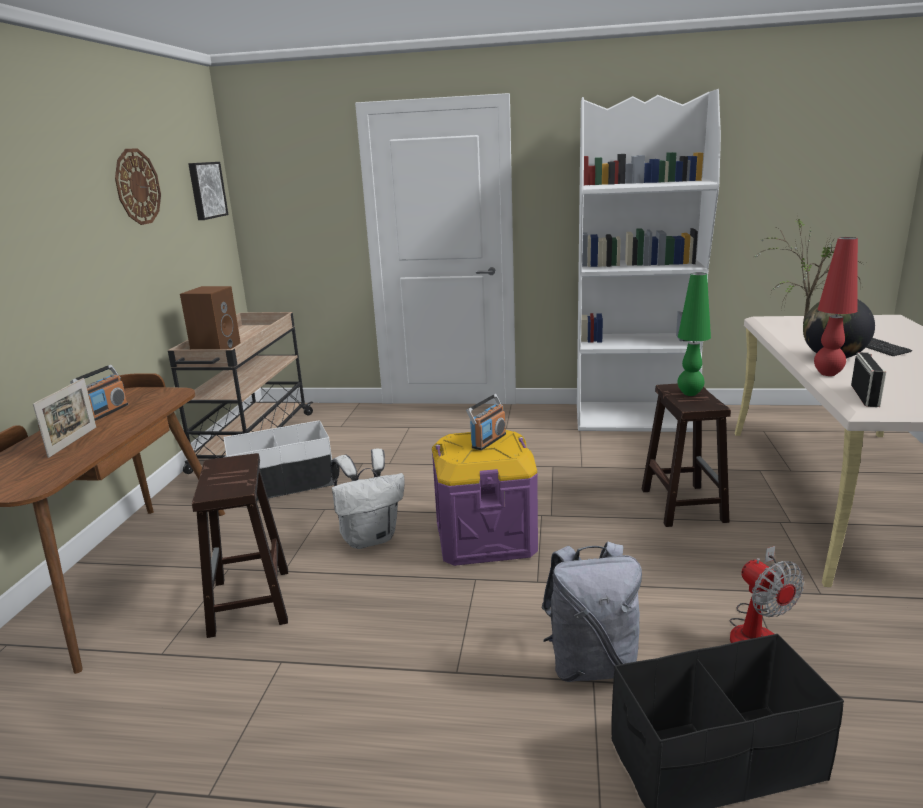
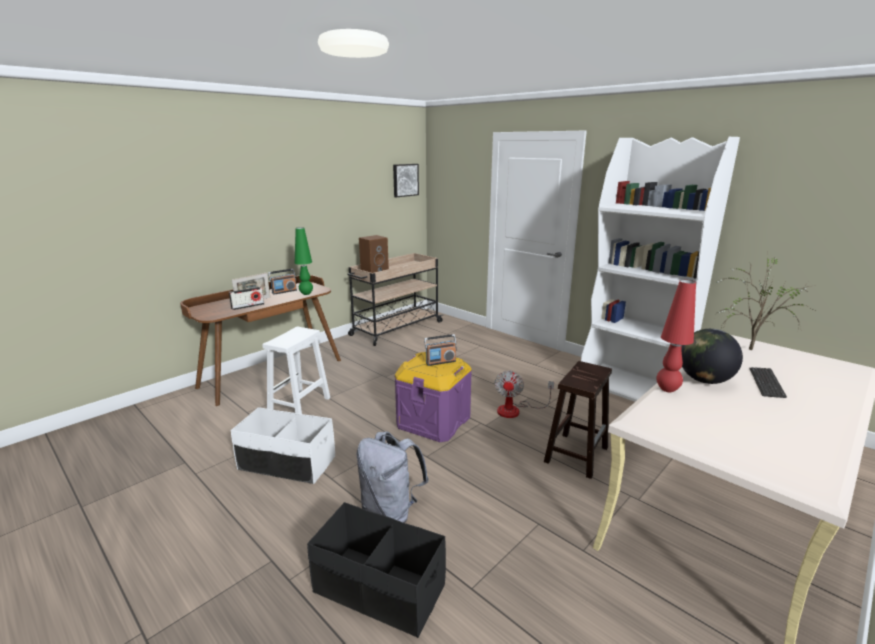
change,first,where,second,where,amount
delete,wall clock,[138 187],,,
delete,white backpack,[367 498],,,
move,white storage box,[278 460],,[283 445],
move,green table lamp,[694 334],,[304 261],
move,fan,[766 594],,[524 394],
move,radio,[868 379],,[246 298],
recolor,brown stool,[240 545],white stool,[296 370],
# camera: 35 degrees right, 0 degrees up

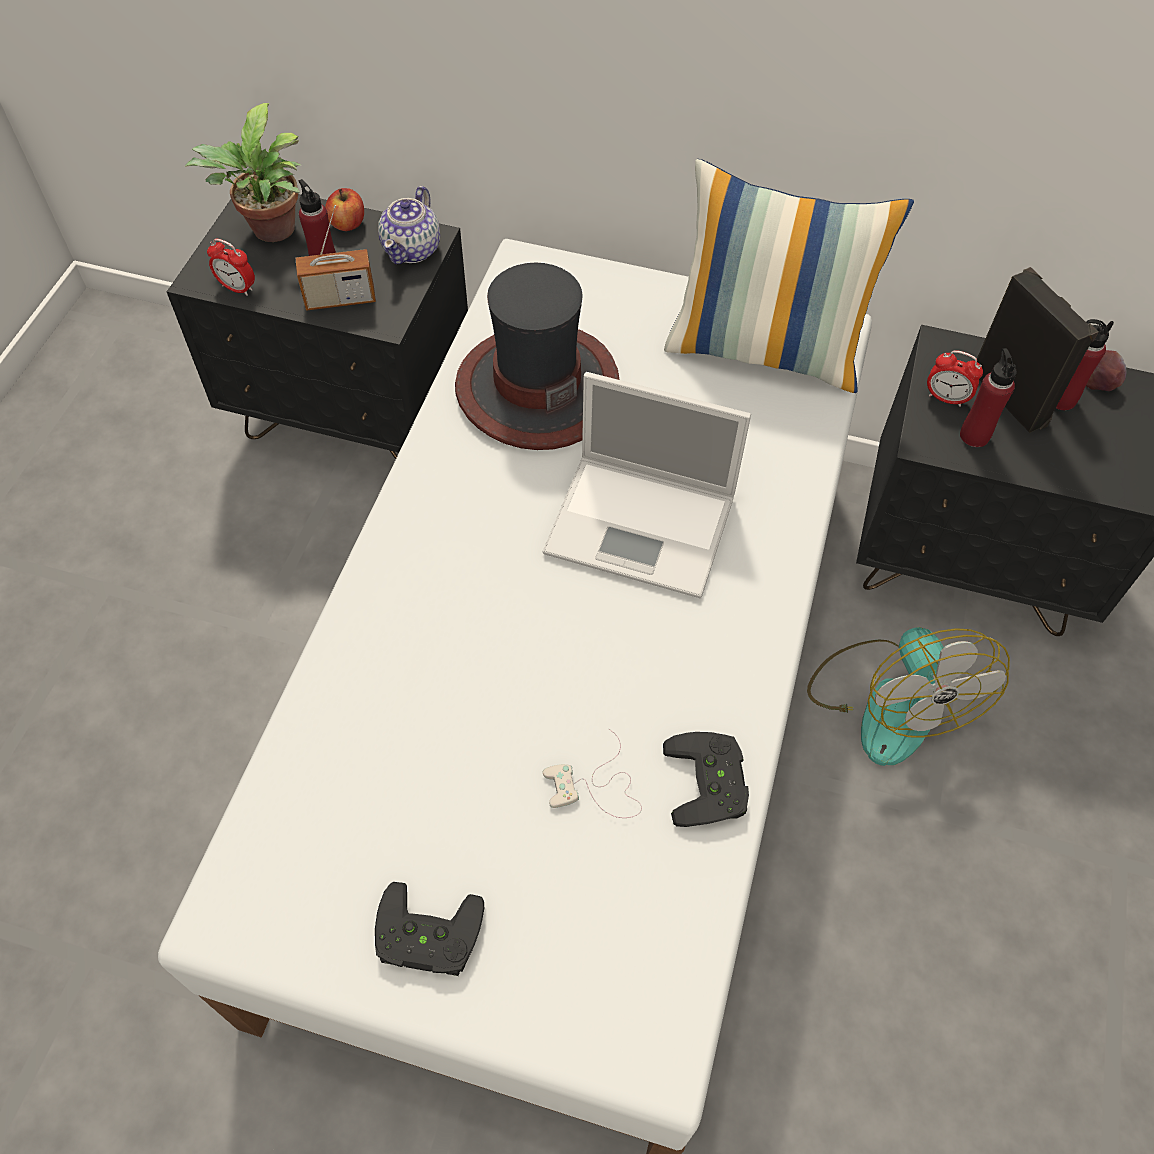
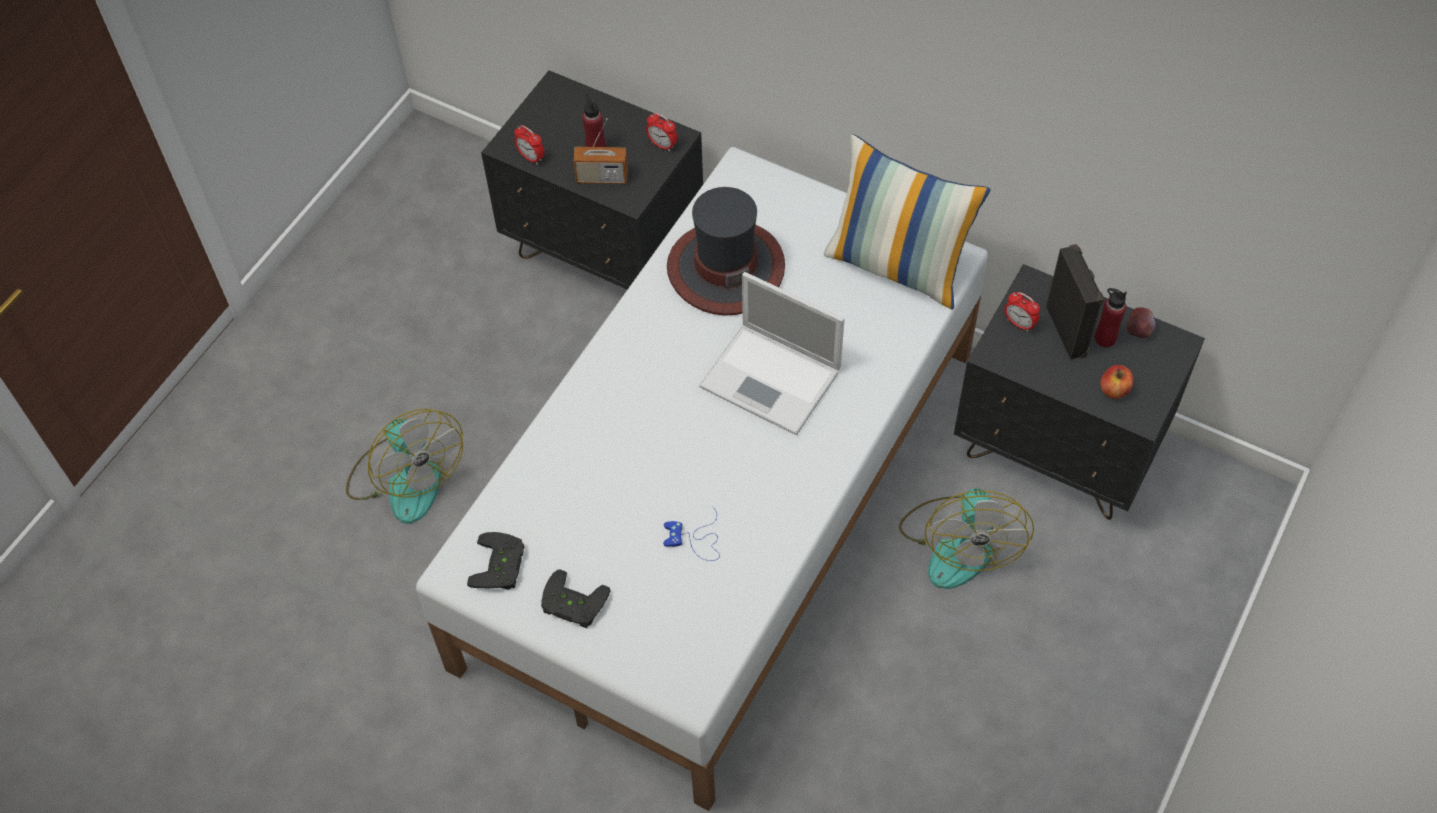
change,first,where,second,where,amount
delete,potted plant,[243 172],,,
delete,red bottle,[988 397],,,
insert,,,fan,[404 466],
move,apple,[344 209],,[1116 382],
move,black game controller,[706 779],,[495 561],
replace,teapot,[409 225],alarm clock,[662 132],
recolor,white game controller,[592 773],blue game controller,[691 533],
# camera: 15 degrees right, 0 degrees up

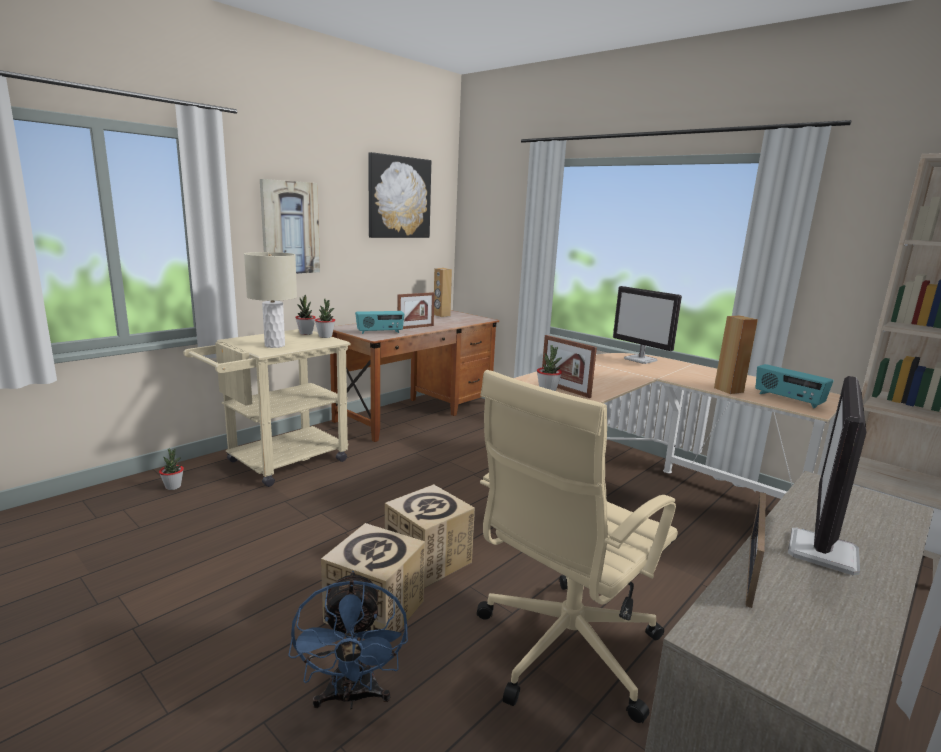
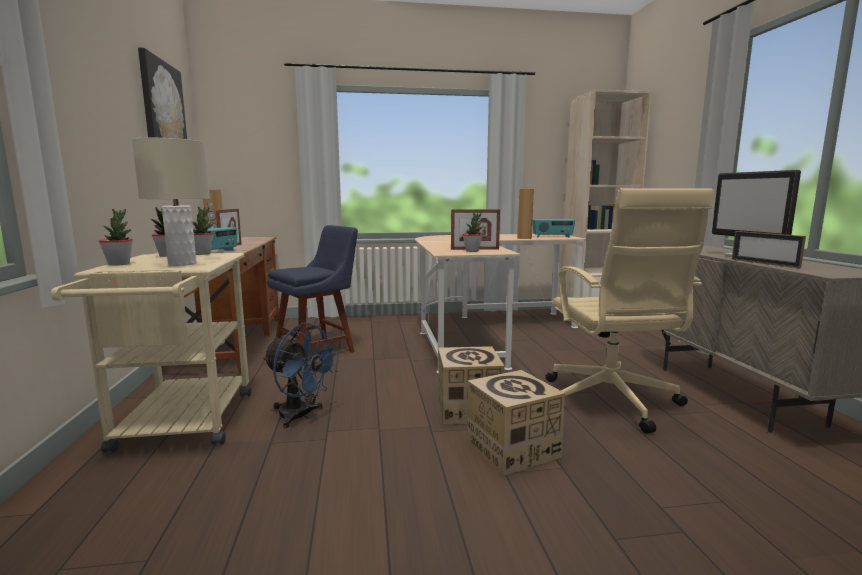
change,first,where,second,where,amount
delete,picture,[290 226],,,
delete,monitor,[647 325],,,
insert,,,blue chair,[312 295],
move,potted plant,[171 469],,[116 237],
move,blue fan,[348 640],,[301 375],
# camera: 50 degrees left, 5 degrees down

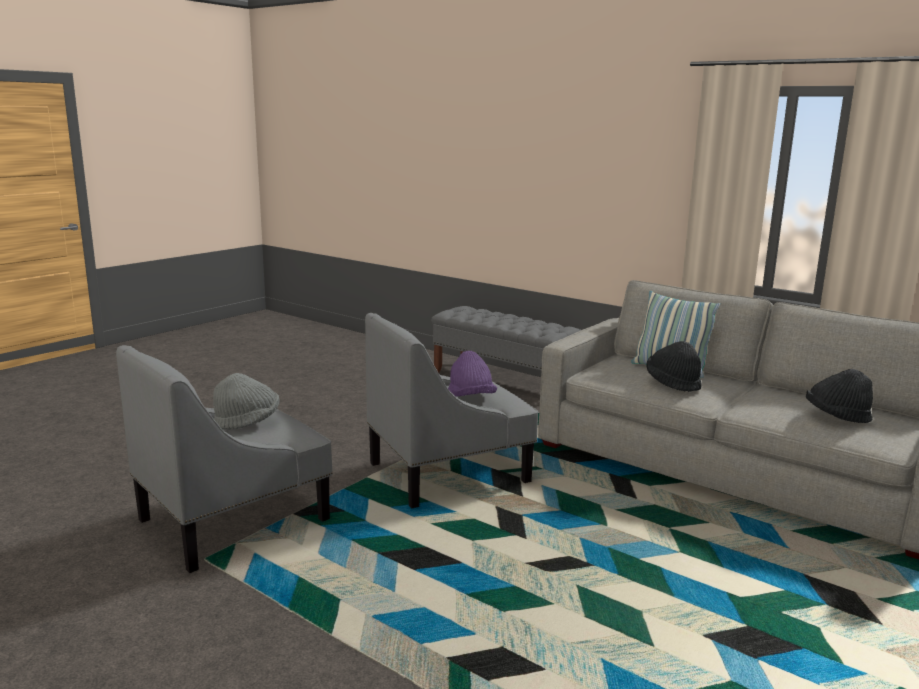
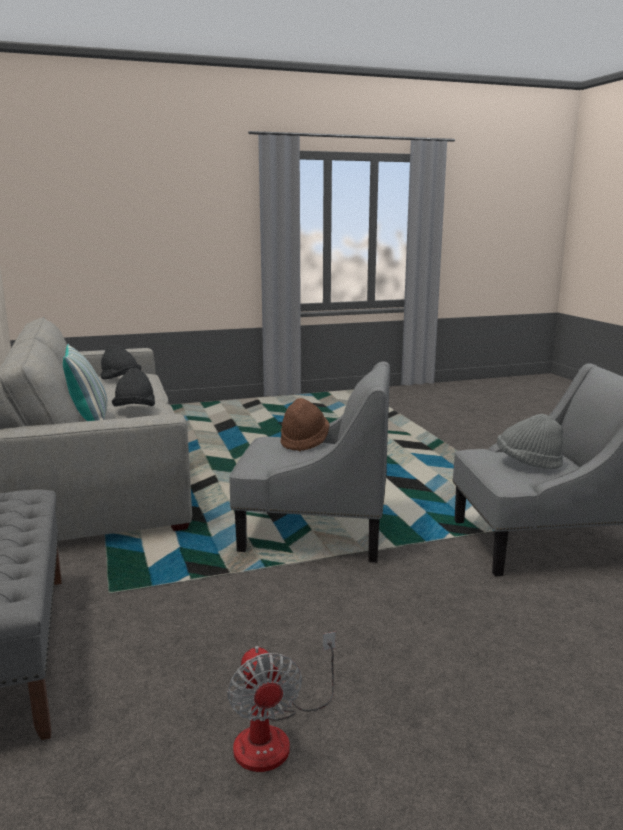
change,first,where,second,where,amount
insert,,,fan,[281 701],
recolor,purple hat,[472 374],brown hat,[305 424],
# camera: 145 degrees left, 0 degrees up

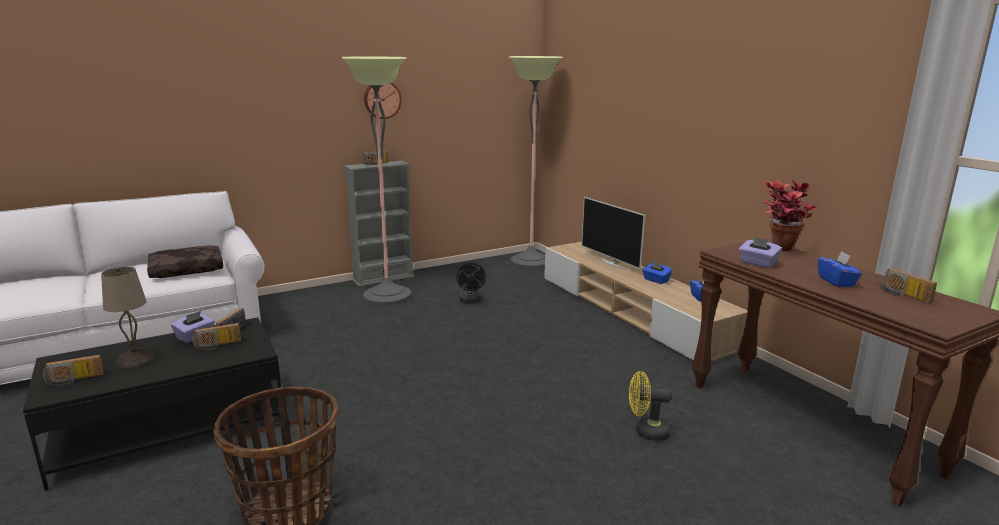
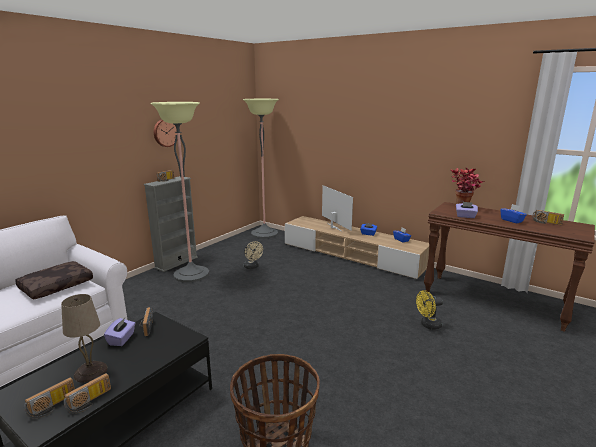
change,first,where,second,where,amount
move,radio,[216 336],,[87 393],
recolor,black fan,[471 283],beige fan,[253 255],
rotate,television,[613 233],,[337 208],150 degrees counterclockwise
# camera: 25 degrees left, 0 degrees up

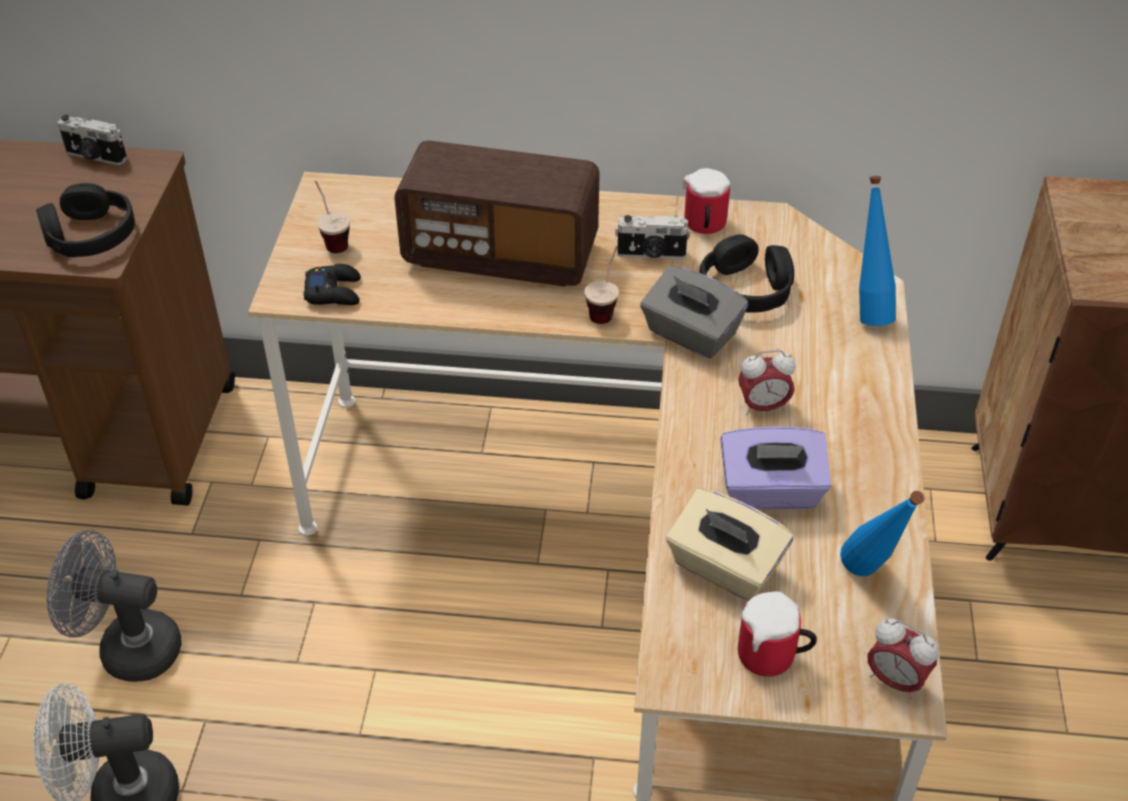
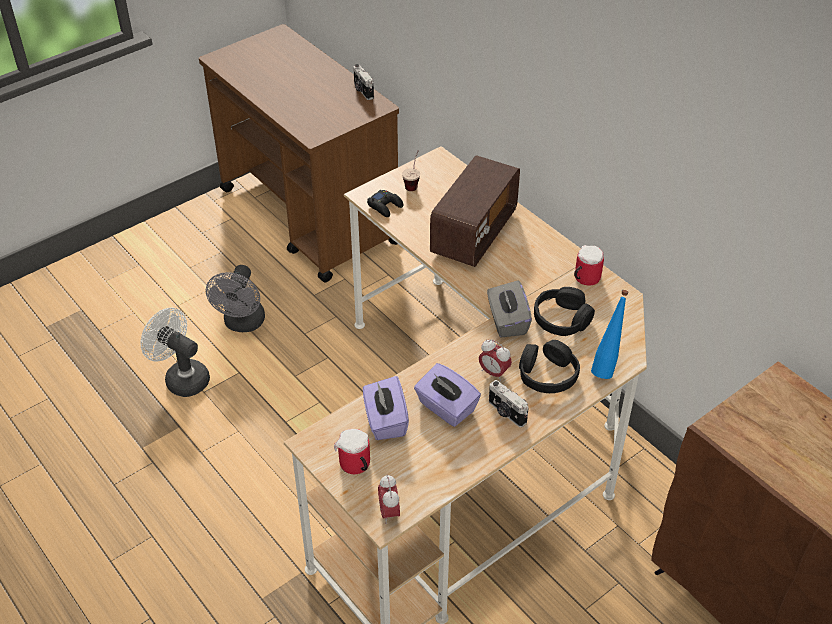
change,first,where,second,where,amount
delete,cup,[601 285],,,
delete,blue bottle,[882 533],,,
move,black headphones,[85 220],,[549 366],
move,photo camera,[653 237],,[509 403],
recolor,beige tissue box,[729 544],purple tissue box,[386 408],
rotate,grey fan,[114 606],,[235 298],135 degrees counterclockwise
rotate,radio,[497 213],,[475 211],120 degrees counterclockwise
# camera: 45 degrees right, 0 degrees up

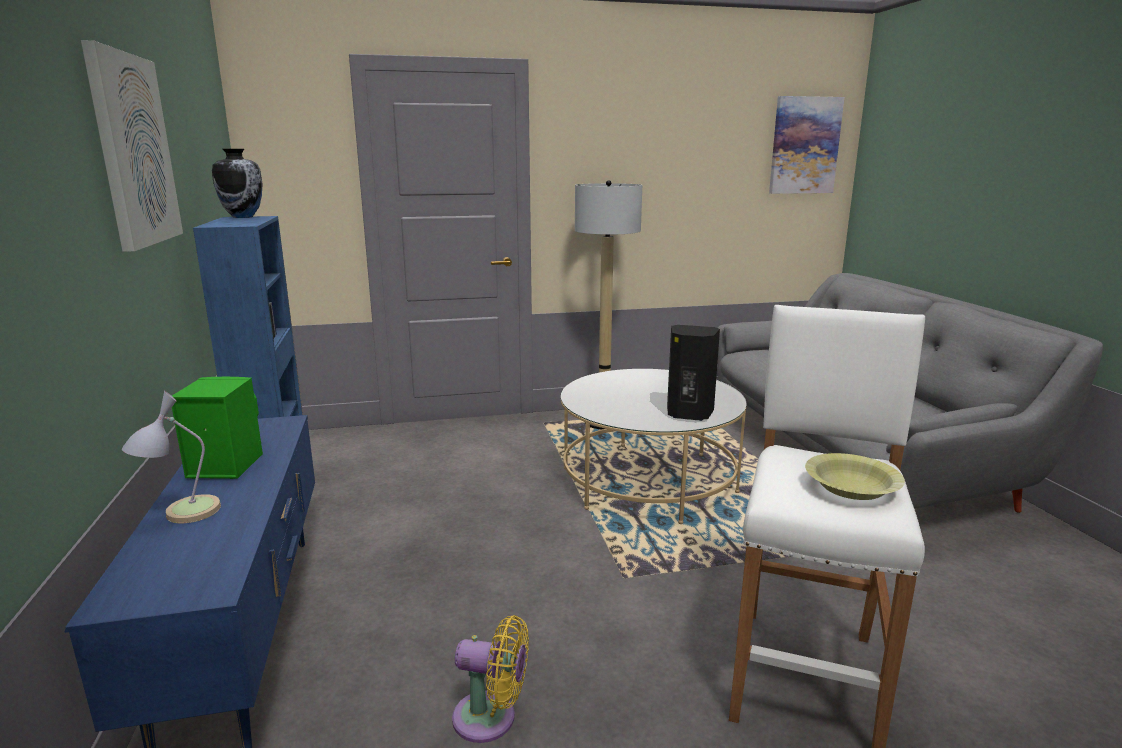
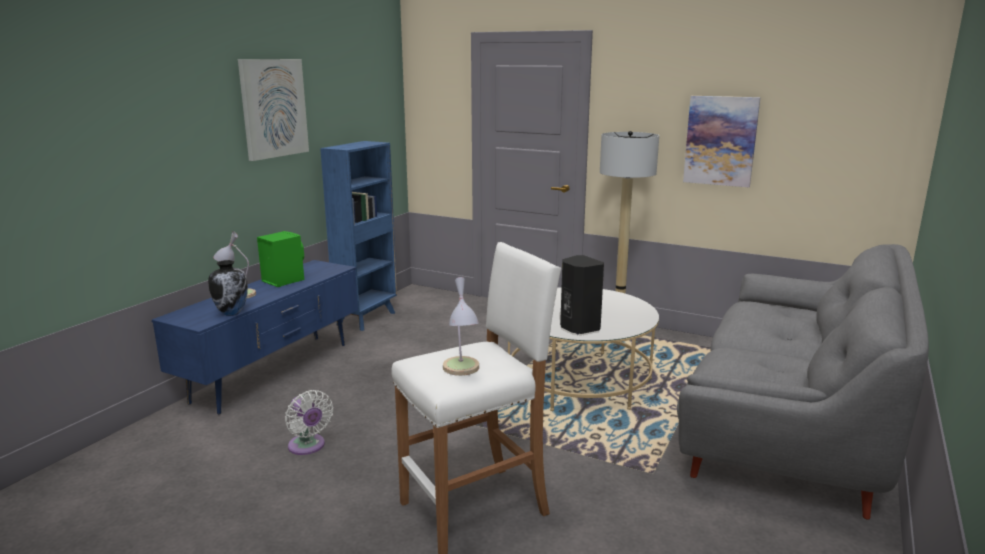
change,first,where,second,where,amount
move,vase,[237 183],,[228 288],
move,picture,[807 145],,[722 141],
replace,yellow bowl,[855 476],table lamp,[461 326],
recolor,yellow fan,[490 679],white fan,[309 422],
# camera: 40 degrees right, 0 degrees up

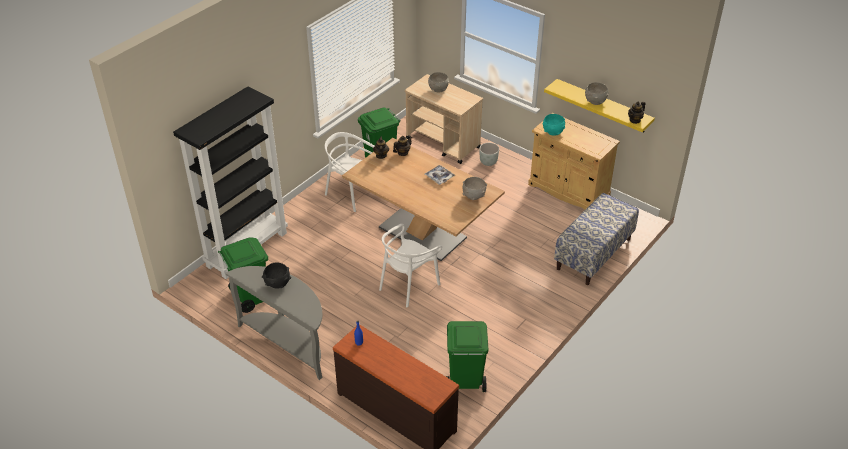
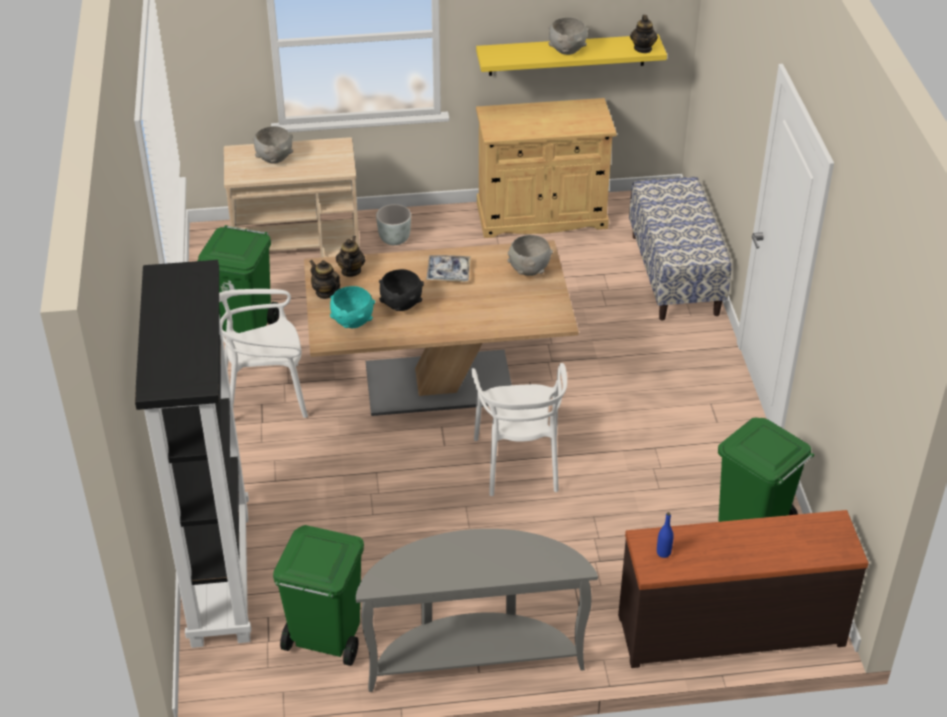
change,first,where,second,where,amount
move,black bowl,[276 275],,[401 290],
move,turquoise bowl,[553 125],,[352 307],
# camera: 45 degrees left, 0 degrees up

